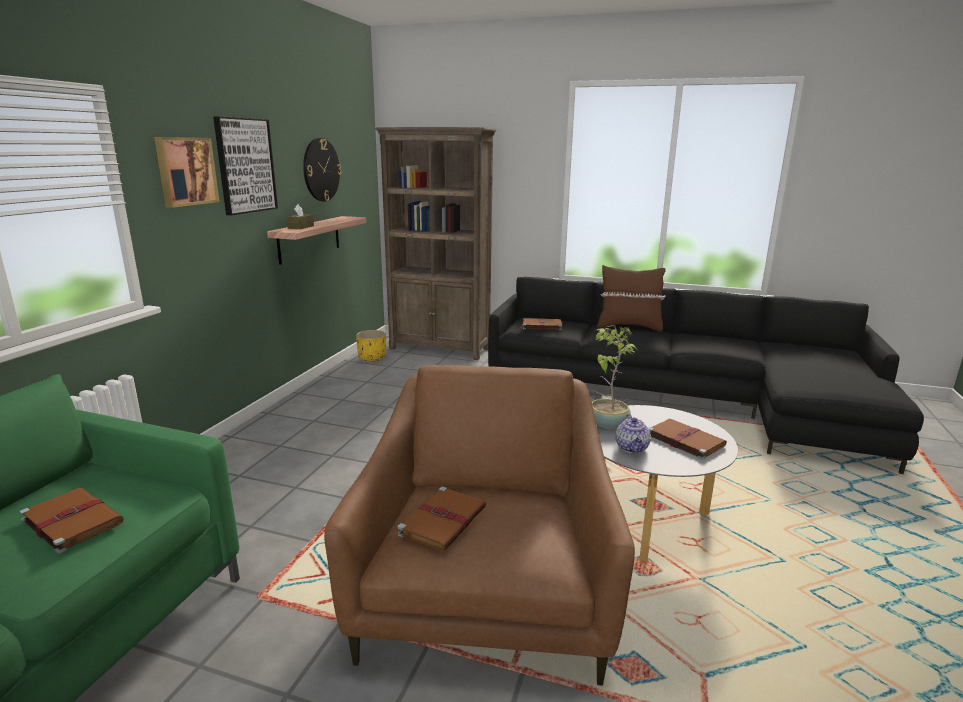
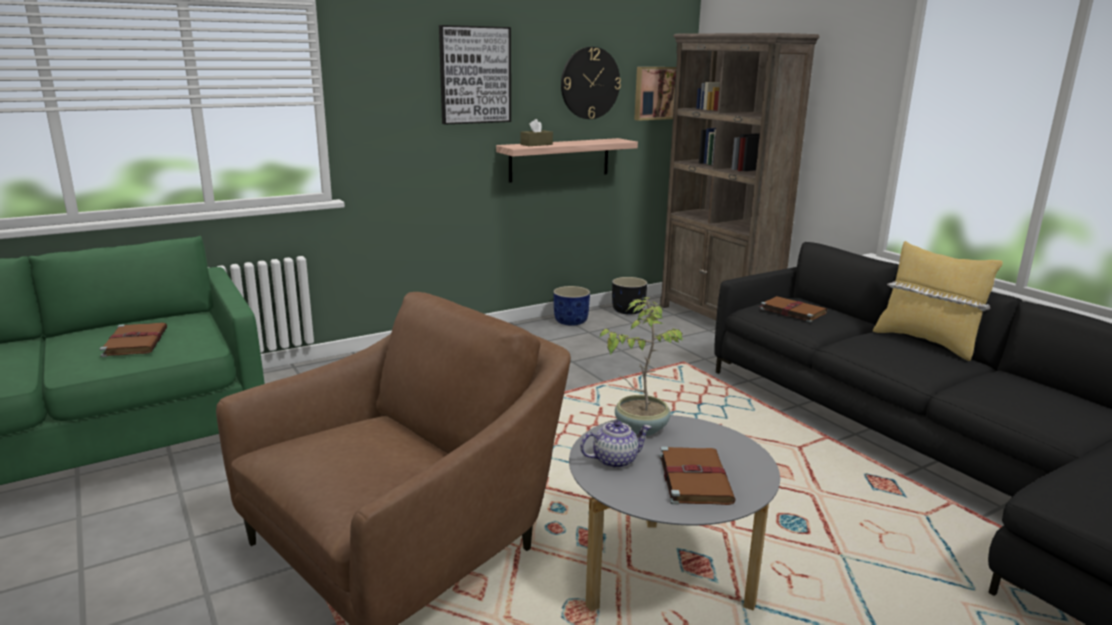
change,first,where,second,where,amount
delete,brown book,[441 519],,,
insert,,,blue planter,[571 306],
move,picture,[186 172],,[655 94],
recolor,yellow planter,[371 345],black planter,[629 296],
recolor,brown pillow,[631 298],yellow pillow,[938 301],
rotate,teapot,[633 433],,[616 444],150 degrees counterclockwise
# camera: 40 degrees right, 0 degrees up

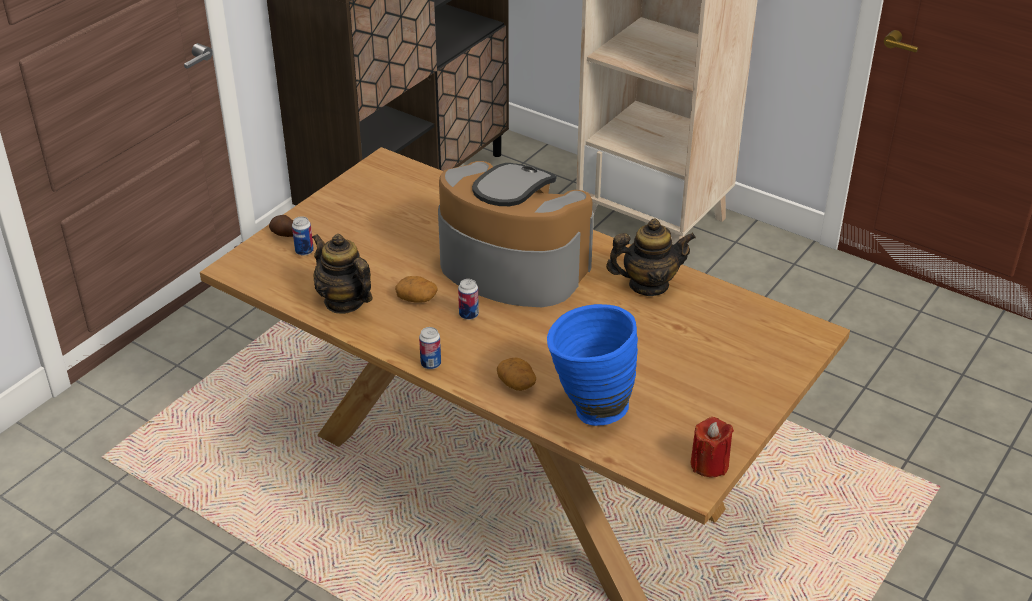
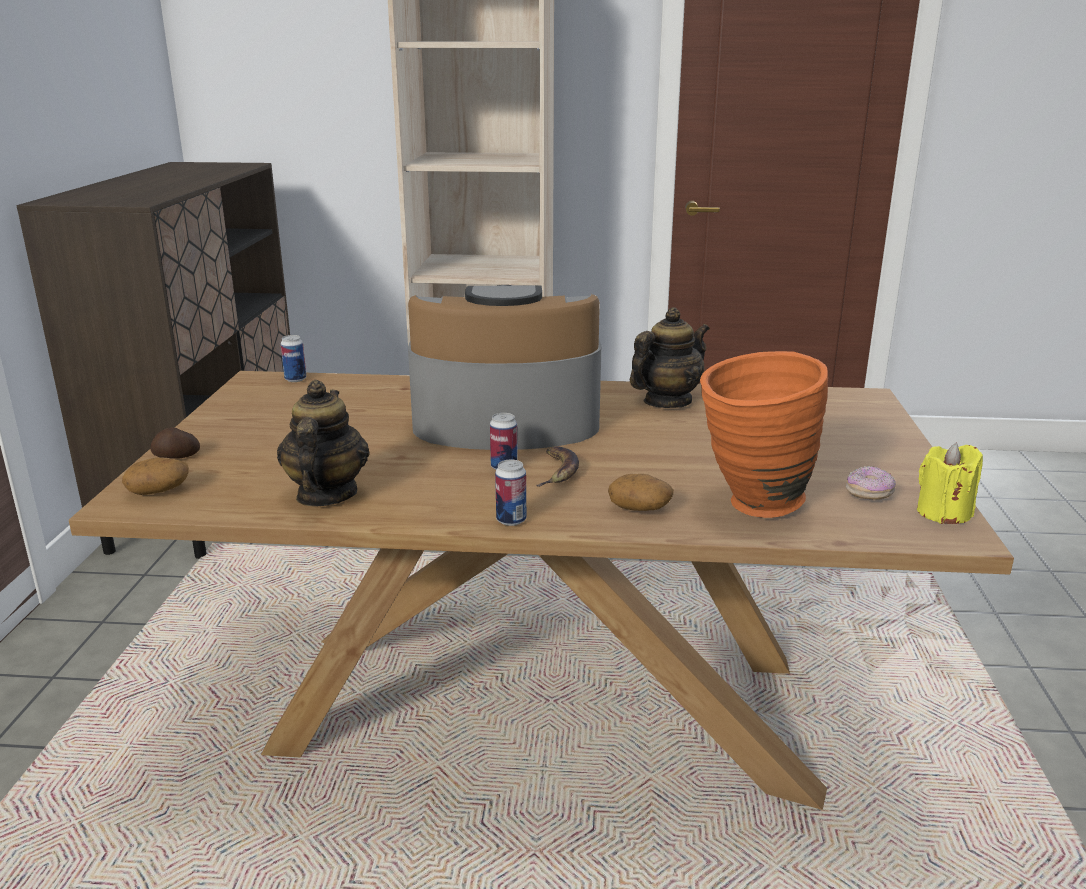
change,first,where,second,where,amount
insert,,,banana,[557 467],
insert,,,donut,[870 483],
move,can,[303 236],,[293 358],
move,potato,[416 289],,[155 476],
recolor,blue vase,[592 365],orange vase,[764 434],
recolor,red candle,[712 447],yellow candle,[950 483],
rotate,teapot,[342 274],,[323 443],75 degrees clockwise
# camera: 30 degrees left, 15 degrees down

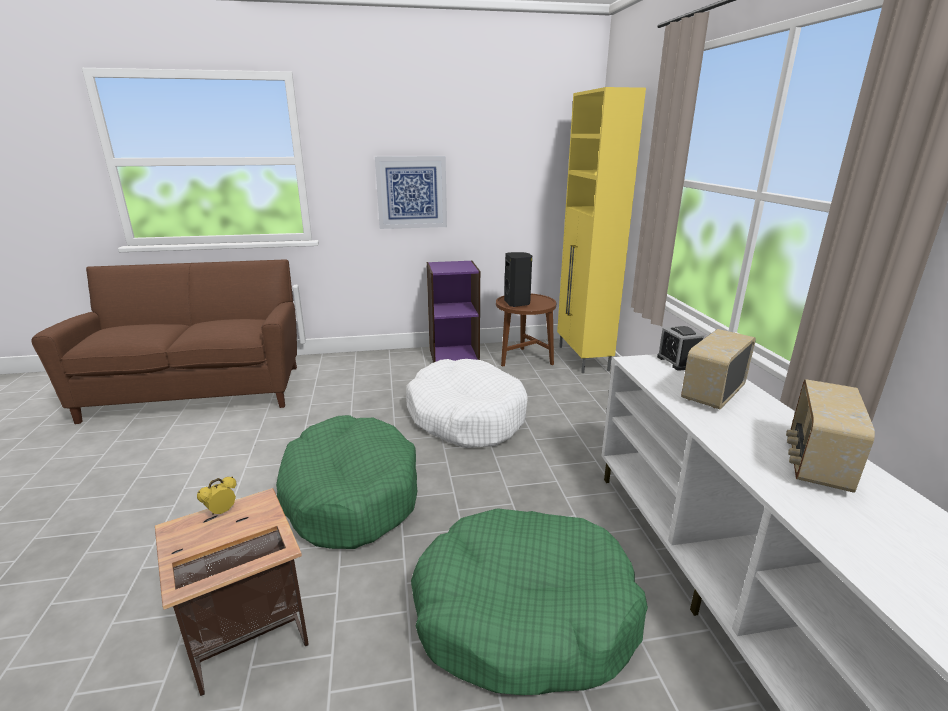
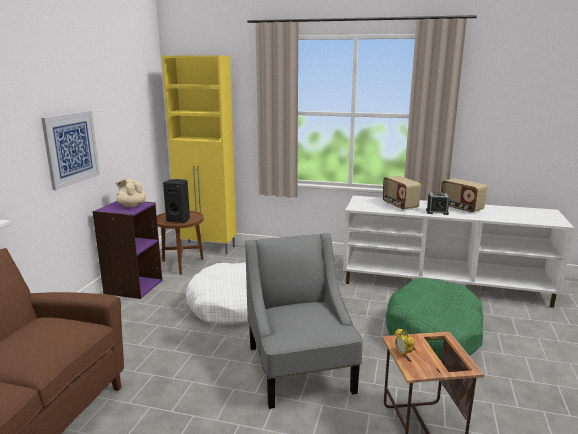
change,first,where,second,where,amount
insert,,,beige teapot,[130 192],
move,alarm clock,[680 348],,[437 203],
replace,green dog bed,[346 482],grey armchair,[304 321],
# camera: 65 degrees left, 5 degrees down

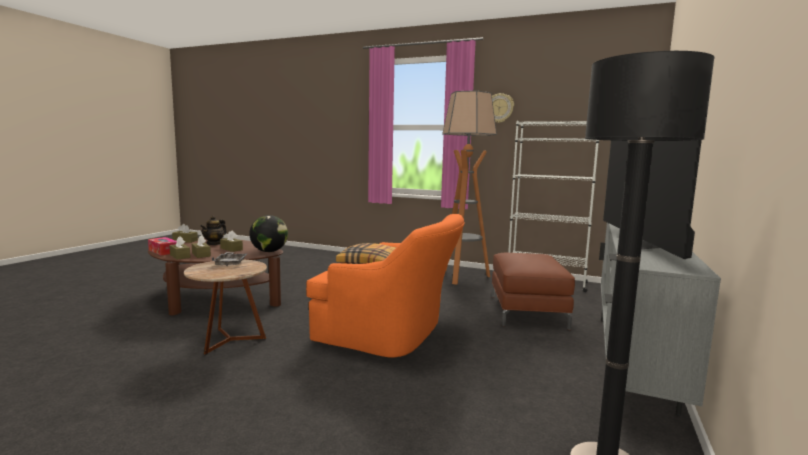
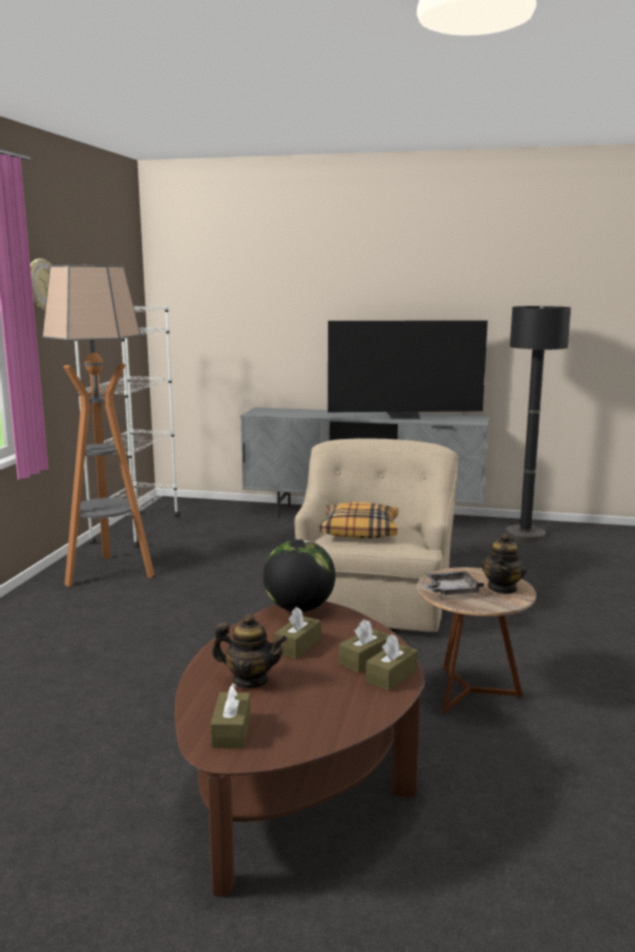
change,first,where,second,where,amount
delete,tissue box,[162 246],,,
delete,brown ottoman,[533 291],,,
insert,,,teapot,[503 563],
recolor,orange armchair,[385 286],beige armchair,[376 535],
# camera: 100 degrees left, 5 degrees up

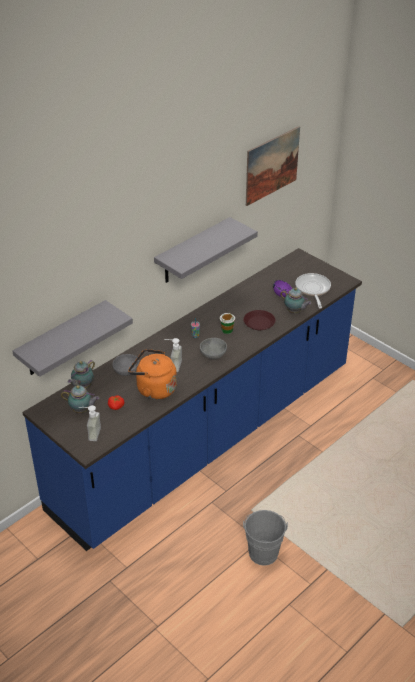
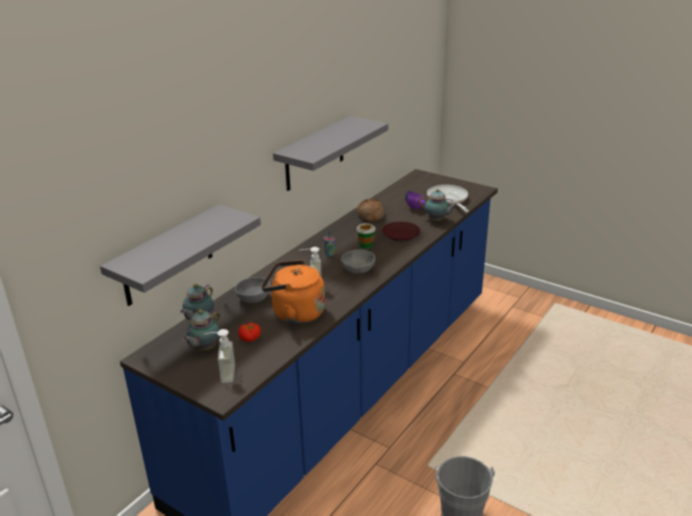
change,first,where,second,where,amount
delete,picture,[273 166],,,
insert,,,bread,[370 210],
rotate,teapot,[80 399],,[201 330],120 degrees clockwise
# camera: 10 degrees left, 10 degrees down

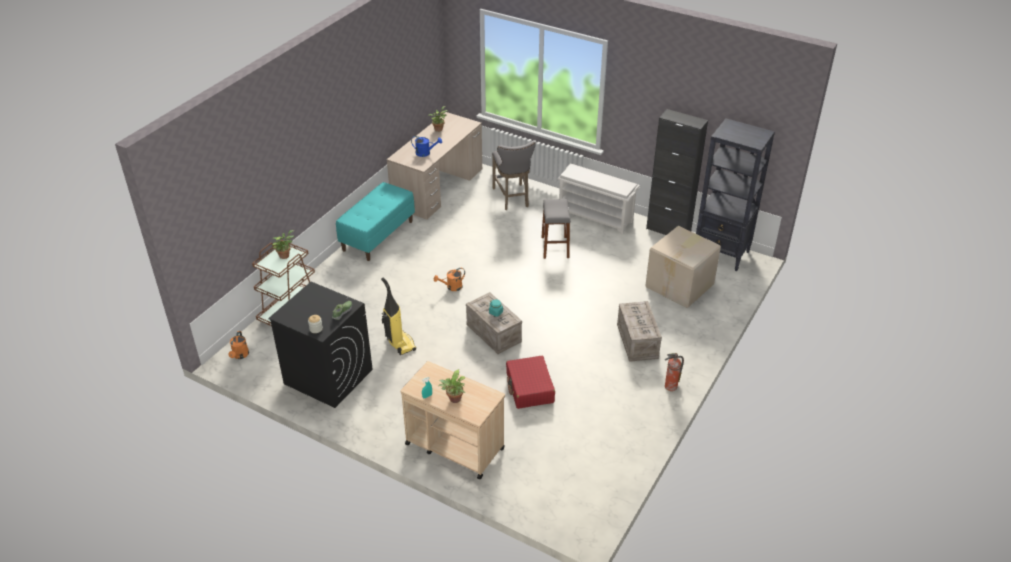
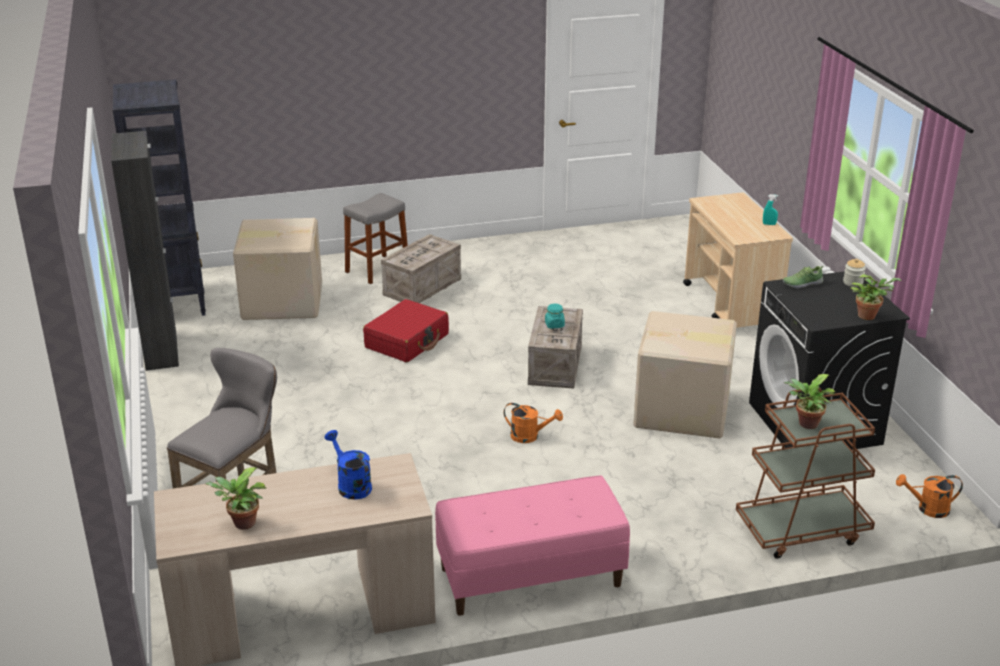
change,first,where,second,where,amount
delete,white shoe rack,[599 198],,,
delete,fire extinguisher,[674 372],,,
move,potted plant,[451 386],,[876 297],
move,red suitcase,[530 382],,[406 330],
move,grey stool,[556 229],,[375 238],
replace,vacuum cleaner,[398 316],cardboard box,[685 375],
recolor,turquoise bench,[375 221],pink bench,[532 546],
rotate,orange watering can,[238 345],,[929 496],135 degrees counterclockwise
# camera: 135 degrees left, 10 degrees down

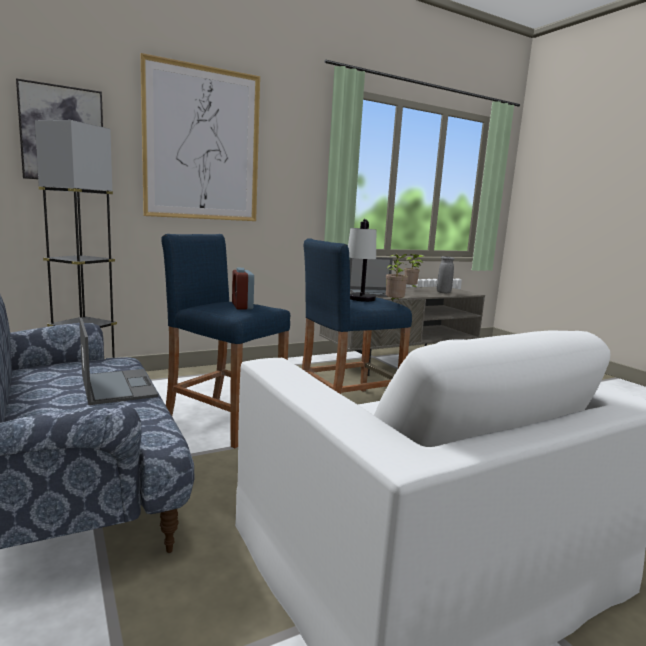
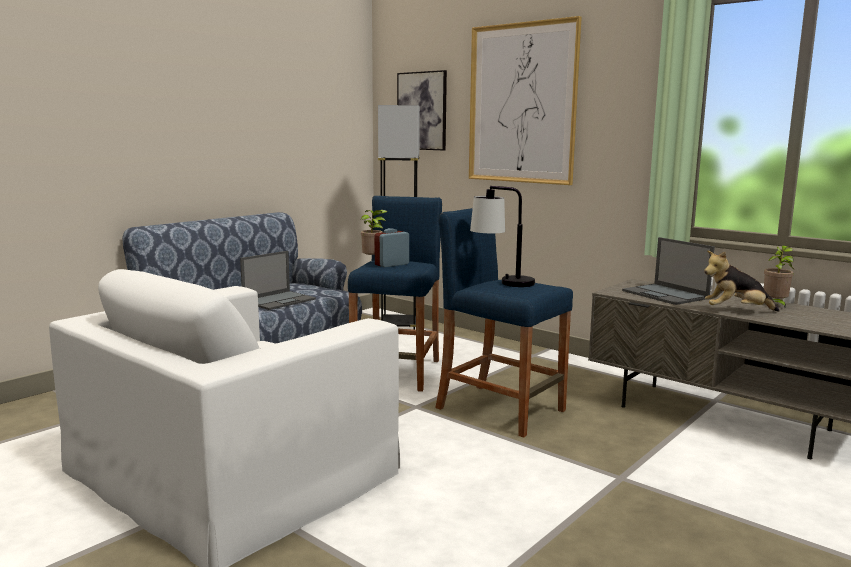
change,first,where,second,where,amount
delete,grey vase,[445 274],,,
insert,,,plush toy,[742 281],
move,potted plant,[397 277],,[374 232],
# camera: 70 degrees right, 0 degrees up

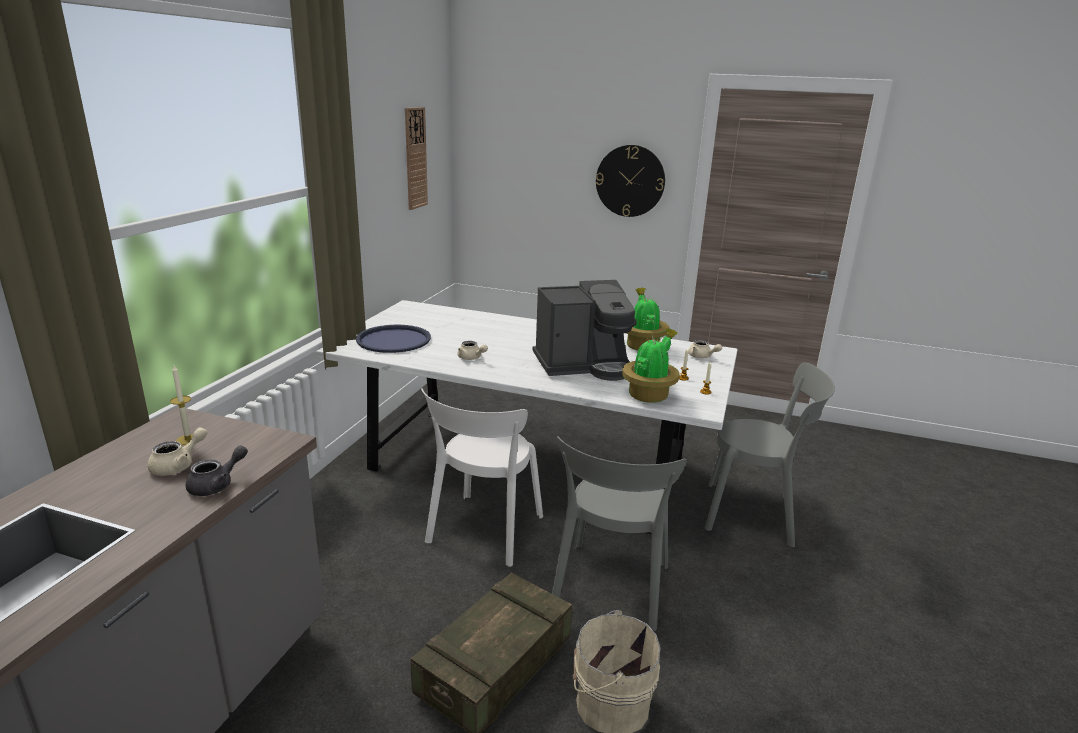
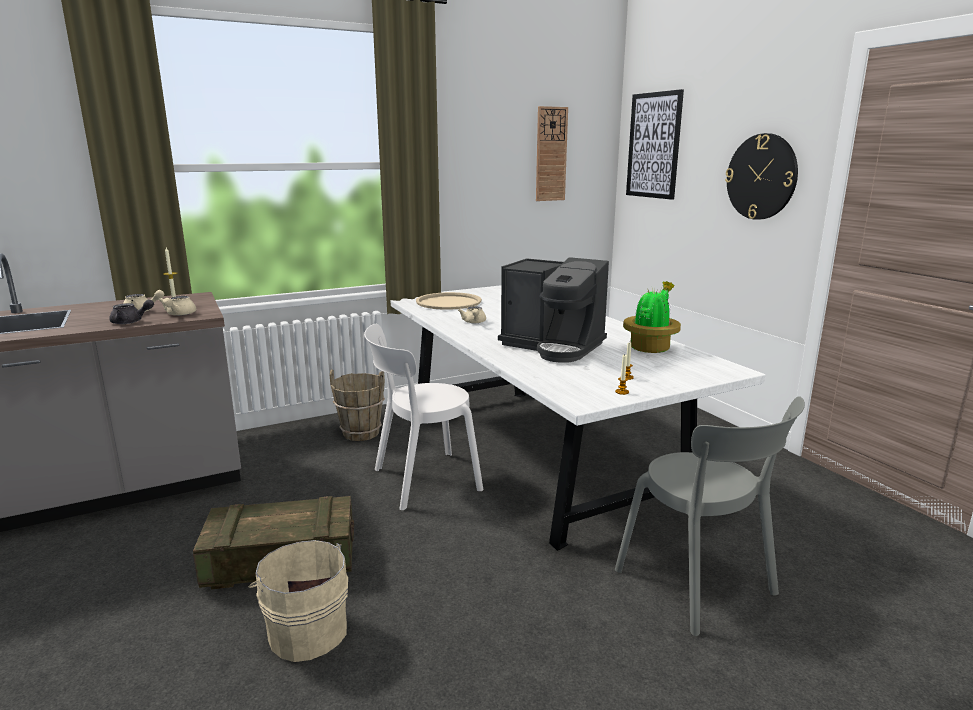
change,first,where,second,where,amount
delete,grey chair,[619 533],,,
delete,potted plant,[651 365],,,
insert,,,brown bucket,[357 405],
insert,,,picture,[655 144],
move,beige teapot,[705 349],,[177 306],
recolor,blue tray,[393 339],beige tray,[449 301],
# camera: 45 degrees right, 5 degrees down

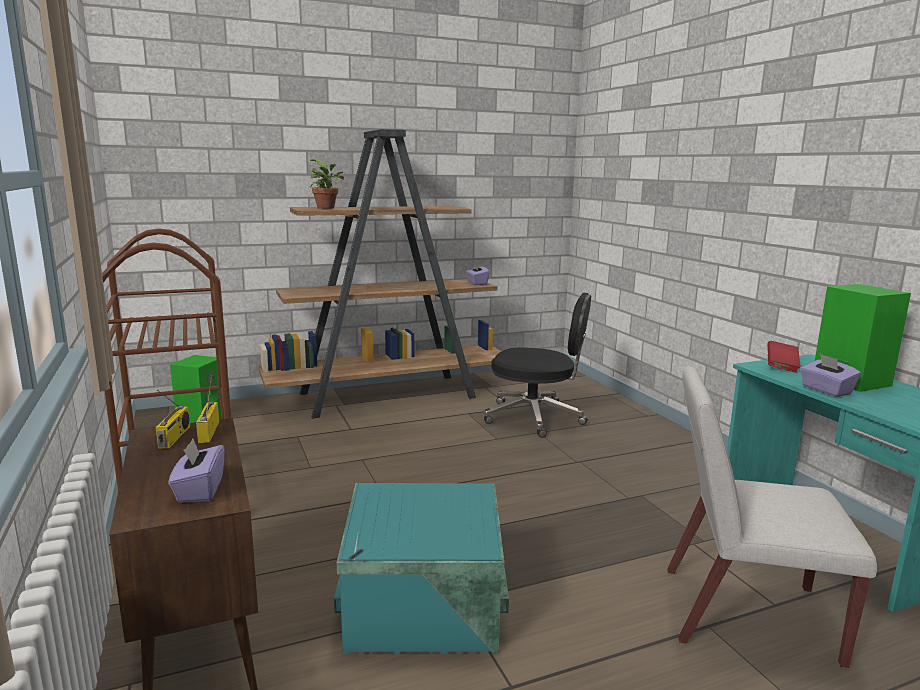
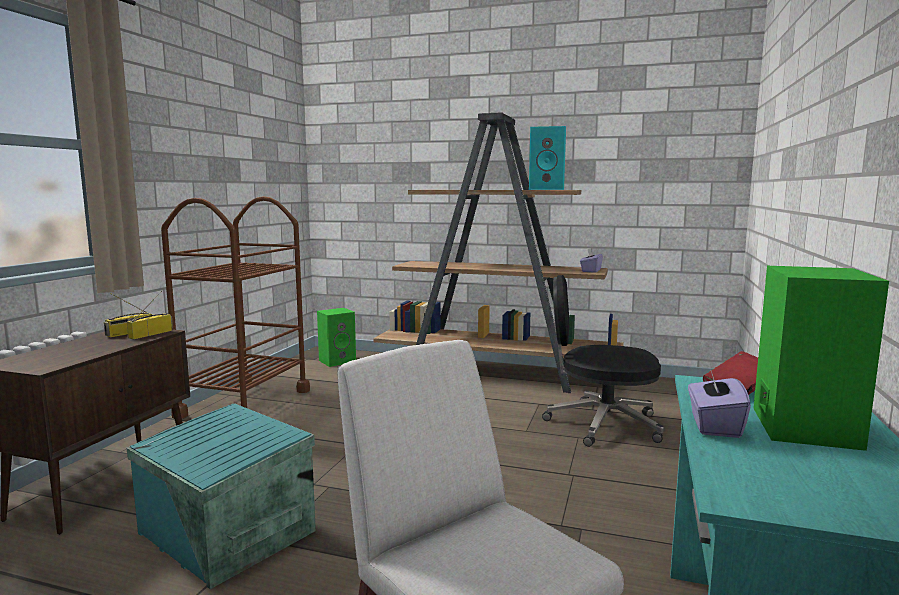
change,first,where,second,where,amount
delete,purple tissue box,[196 471],,,
delete,potted plant,[327 184],,,
insert,,,turquoise speaker,[547 158],
rotate,black office chair,[537 365],,[603 361],135 degrees clockwise
# camera: 40 degrees right, 5 degrees down

